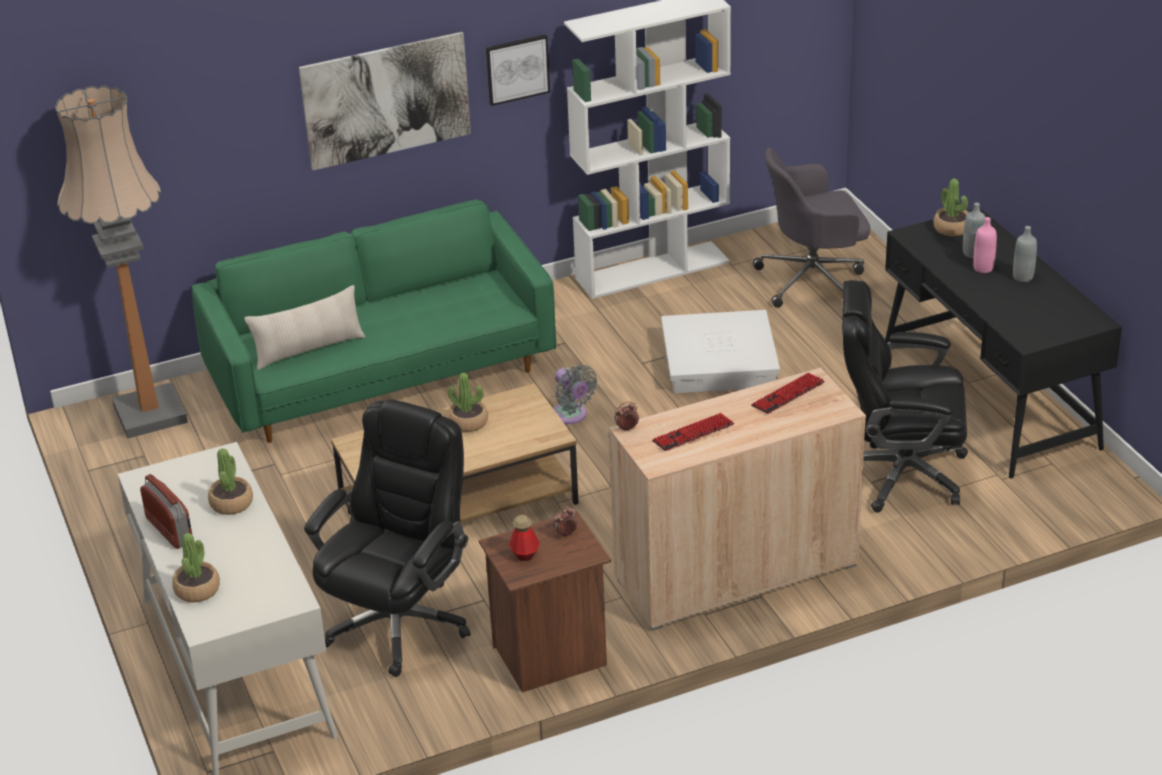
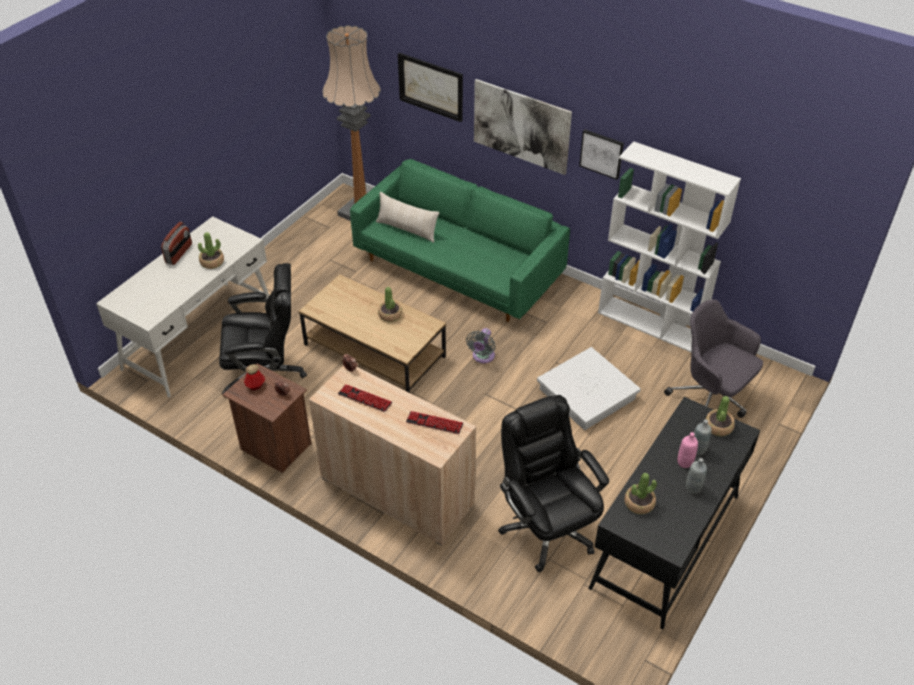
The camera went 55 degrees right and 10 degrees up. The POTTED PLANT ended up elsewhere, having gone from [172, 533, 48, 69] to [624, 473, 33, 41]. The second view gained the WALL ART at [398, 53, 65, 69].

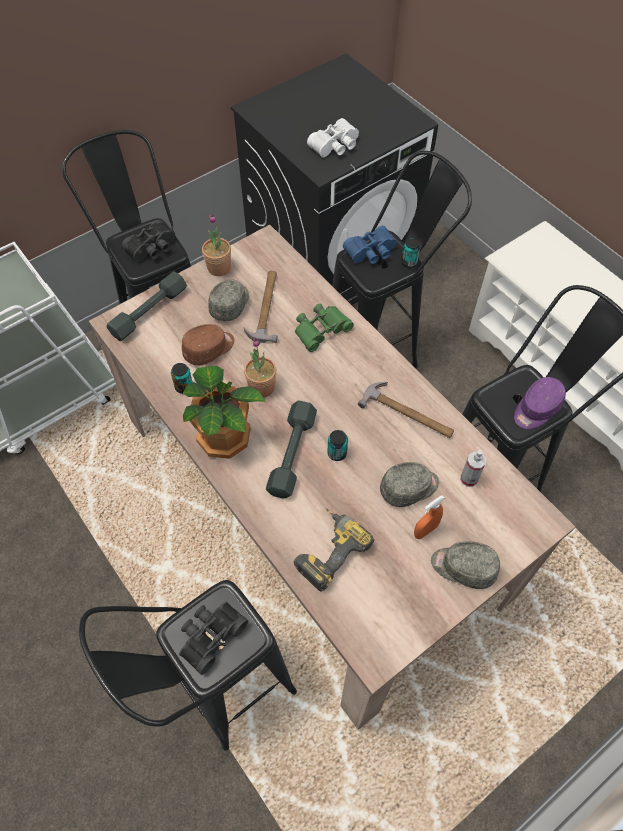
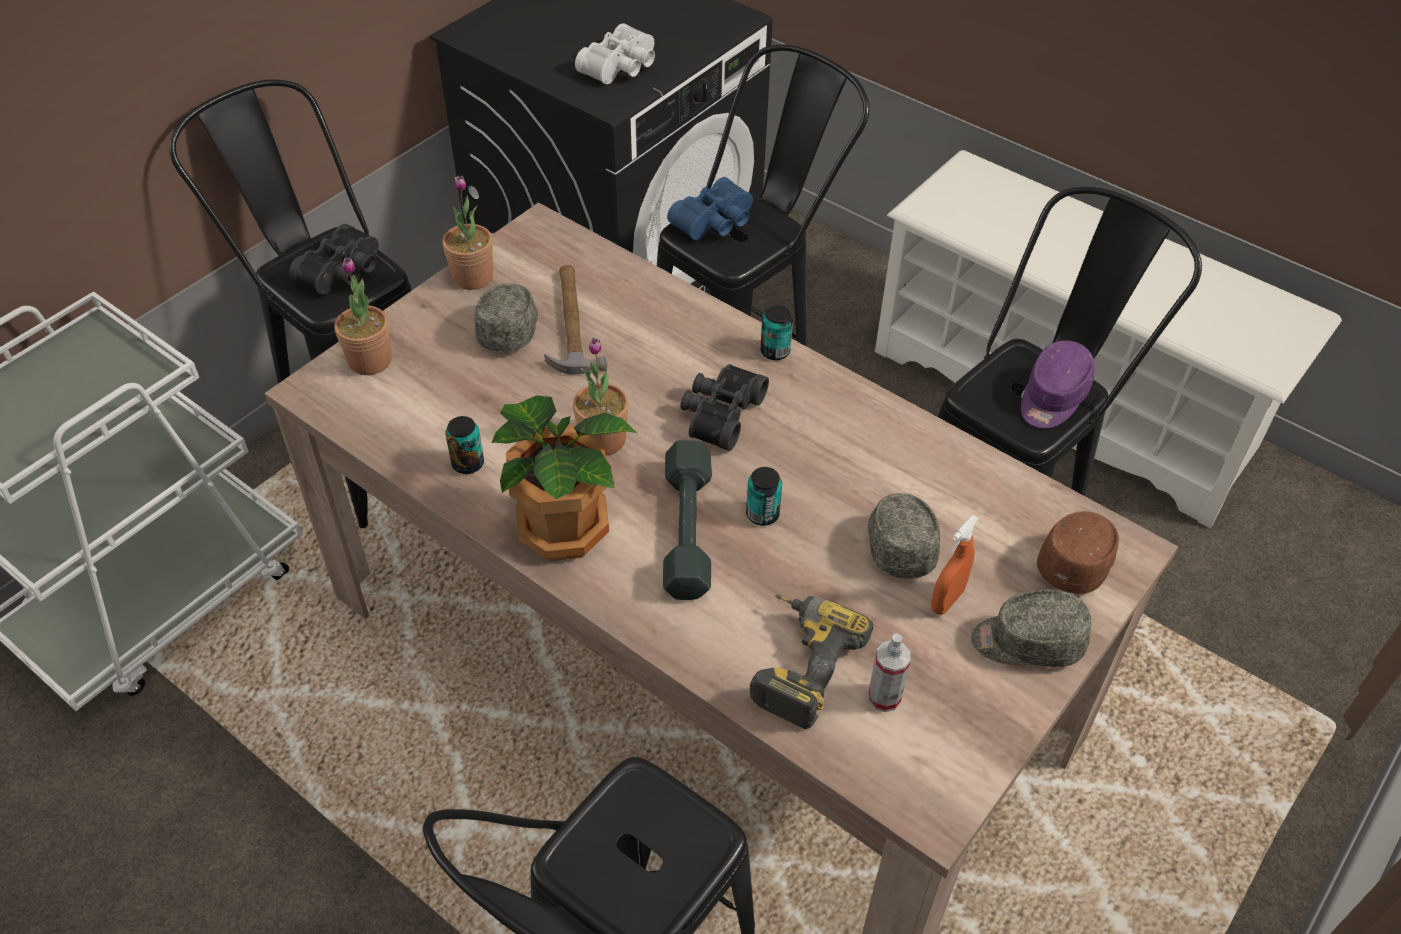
The camera went 15 degrees left and 10 degrees down. Where the GREYISH HAND WEIGHT stood at [106, 271, 81, 70], the POTTED PLANT came to stand at [334, 257, 58, 118]. The BLACK BINOCULARS ended up elsewhere, having gone from [179, 602, 69, 73] to [680, 364, 89, 87]. The BROWN CAP ended up elsewhere, having gone from [182, 324, 53, 42] to [1037, 511, 82, 83]. The second view lost the GREEN BINOCULARS at [295, 304, 59, 48]. The second view lost the TOOL HAMMER at [358, 382, 96, 56]. The GREYISH CAP at [380, 462, 59, 45] ended up facing another way, 60 degrees counterclockwise from before. The CAN ended up elsewhere, having gone from [401, 238, 19, 30] to [760, 305, 33, 55]. The HAND SPRAYER ended up elsewhere, having gone from [460, 450, 26, 37] to [868, 633, 43, 79].

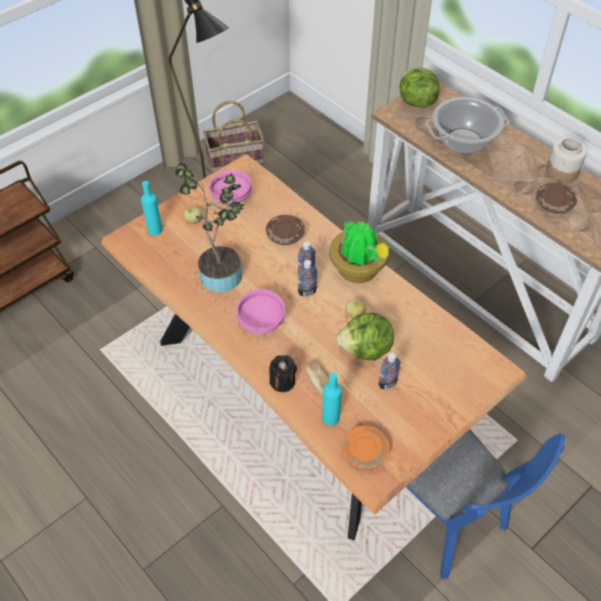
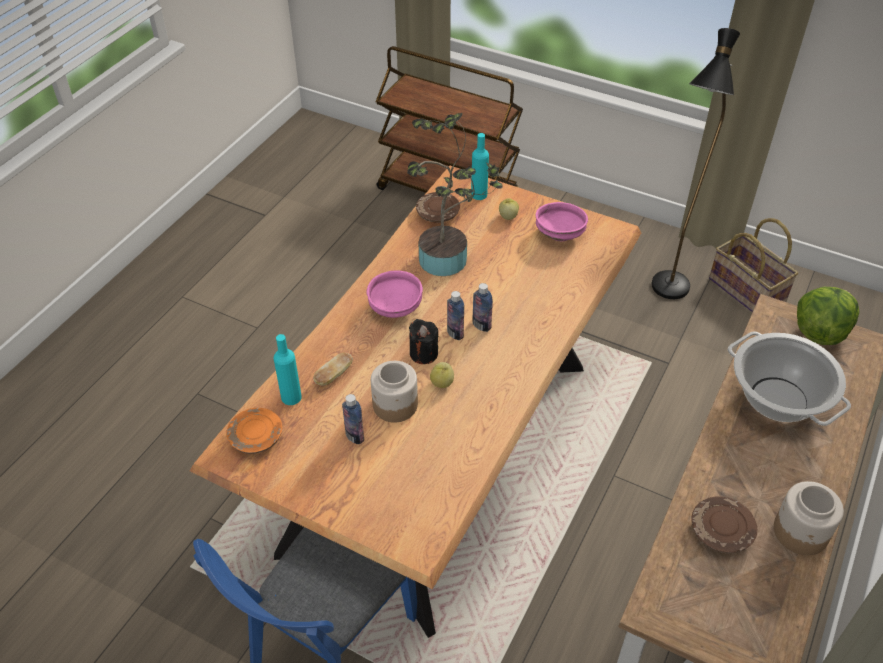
The camera went 70 degrees right and 5 degrees down. The BROWN DINNER PLATE ended up elsewhere, having gone from [266, 215, 39, 30] to [416, 192, 44, 31]. The BLACK WAX LIGHT ended up elsewhere, having gone from [269, 355, 28, 37] to [409, 319, 30, 45]. The second view lost the POTTED PLANT at [329, 218, 60, 65]. Where the HEAD OF LETTUCE stood at [337, 312, 57, 49], the PRESERVE JAR came to stand at [371, 361, 47, 62].

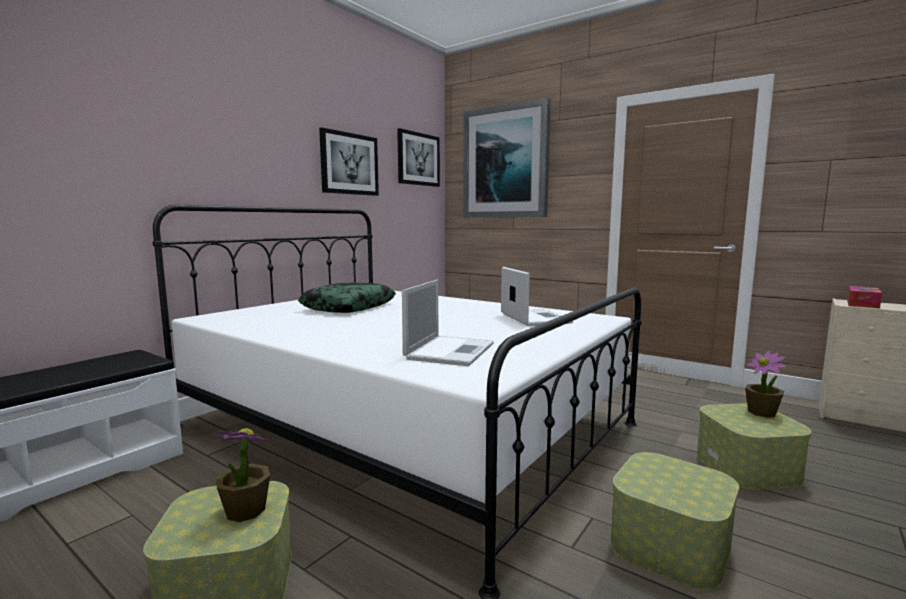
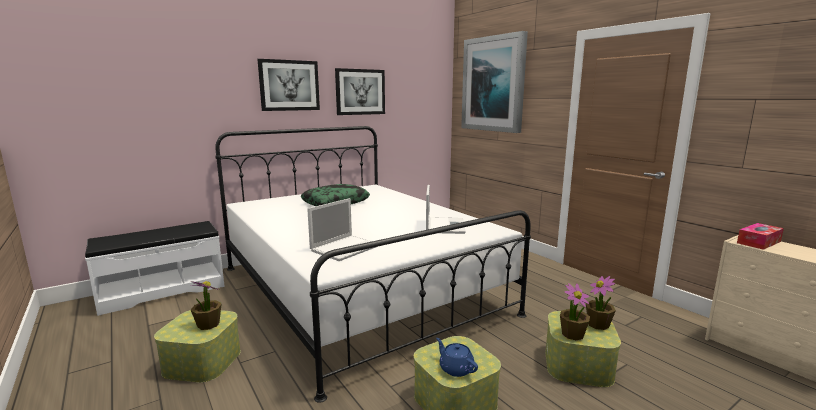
The camera went 20 degrees right and 5 degrees up. The WALL ART ended up elsewhere, having gone from [397, 128, 43, 59] to [258, 59, 62, 52]. The second view gained the BLUE-COLOURED TEA POT at [436, 338, 42, 39]. The second view gained the POTTED PLANT at [560, 283, 30, 57].

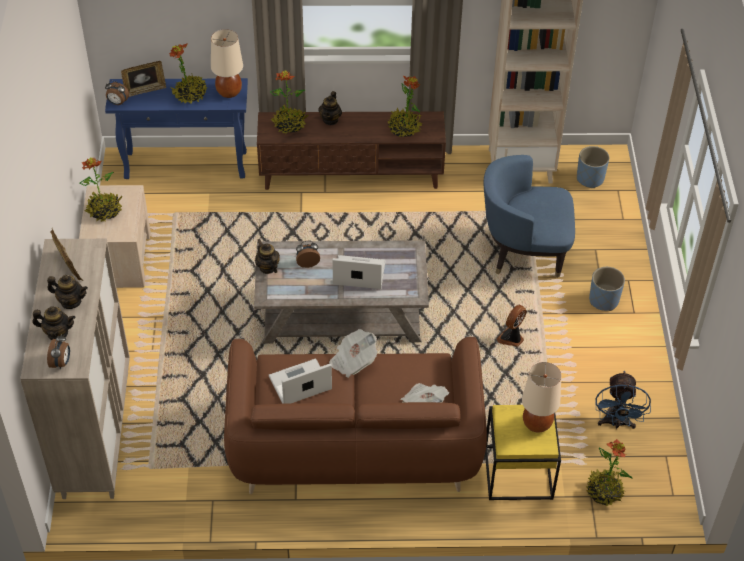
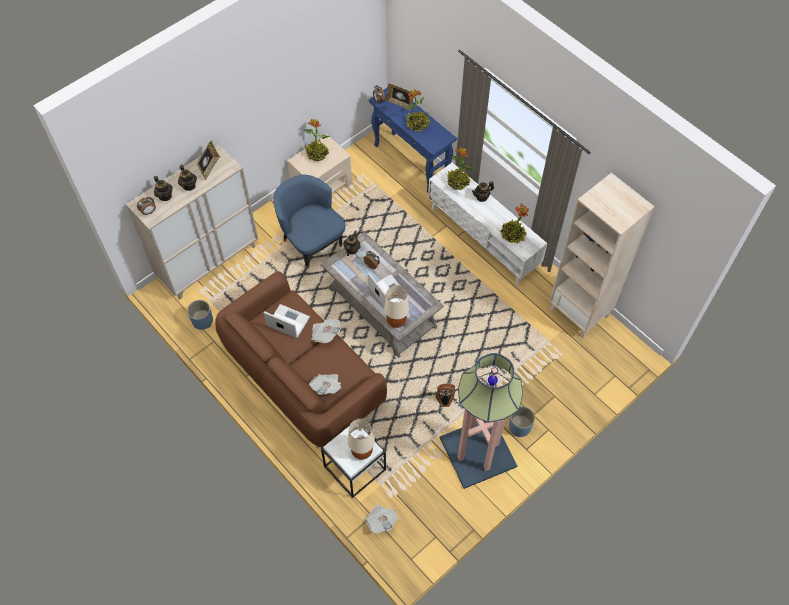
The camera went 50 degrees right and 10 degrees up. The BEIGE TABLE LAMP ended up elsewhere, having gone from [211, 29, 32, 69] to [384, 285, 25, 43]. What was the BROWN TV UNIT at [257, 111, 189, 79] turned into the WHITISH TV UNIT at [428, 162, 120, 123]. The BLUE-COLOURED LOUNGE CHAIR ended up elsewhere, having gone from [483, 155, 92, 123] to [273, 174, 72, 94]. What was the YELLOW-COLOURED SIDE TABLE at [485, 405, 76, 95] turned into the WHITISH SIDE TABLE at [321, 425, 65, 73]. The BLUE-COLOURED PLANT POT ended up elsewhere, having gone from [577, 146, 32, 42] to [187, 300, 26, 30]. Where the POTTED PLANT stood at [586, 439, 47, 67], the NEWSPAPER came to stand at [365, 504, 33, 29]. The second view lost the BLUE-COLOURED COOLING FAN at [595, 371, 56, 58]. The second view gained the STANDING LAMP at [440, 353, 83, 136].

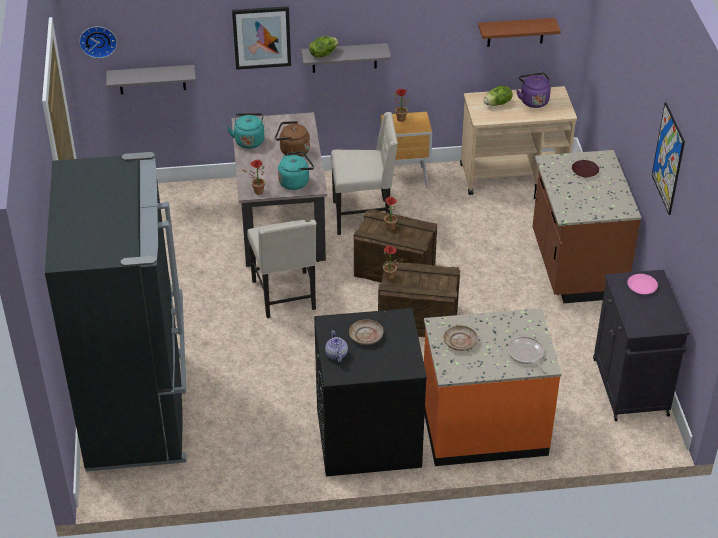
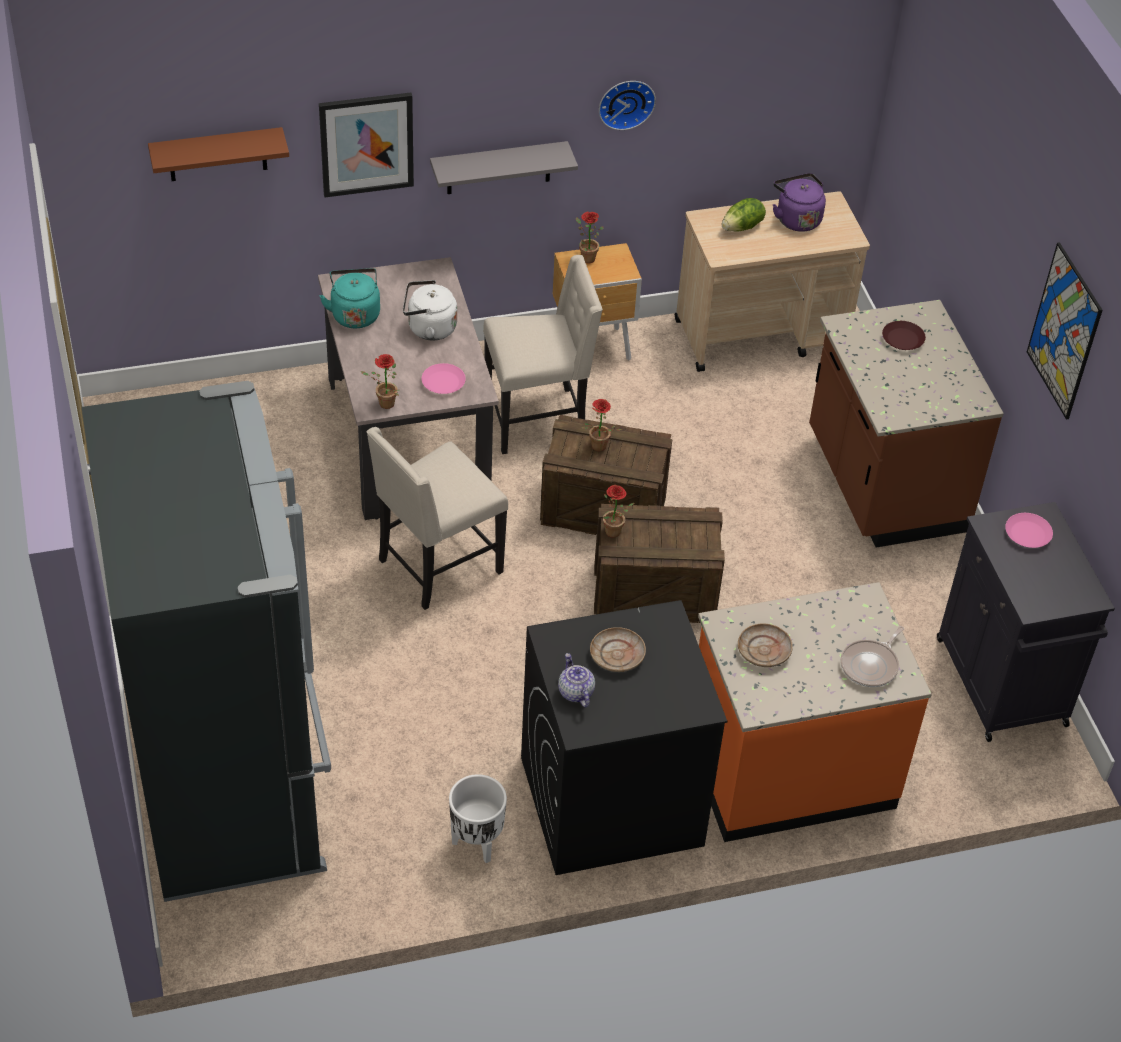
The camera went 10 degrees left and 5 degrees up. The WALL CLOCK ended up elsewhere, having gone from [79, 26, 38, 32] to [599, 81, 57, 49]. The second view lost the GREYISH BRACKET SHELF at [106, 65, 90, 29]. The BEIGE PLAIN CHAIR at [247, 220, 69, 98] ended up facing another way, 75 degrees clockwise from before. What was the BROWN WATER KETTLE at [275, 121, 35, 36] turned into the WHITISH WATER KETTLE at [403, 280, 54, 60]. Where the TURQUOISE WATER KETTLE stood at [278, 151, 36, 39], the PINKISH DINNER PLATE came to stand at [422, 363, 44, 31]. The second view lost the HEAD OF LETTUCE at [309, 36, 30, 22]. The BROWN BRACKET SHELF ended up elsewhere, having gone from [478, 18, 83, 29] to [148, 127, 141, 54]. The FRYING PAN at [507, 336, 40, 37] ended up facing another way, 105 degrees counterclockwise from before. The second view gained the WHITISH PLANT POT at [449, 774, 58, 89].

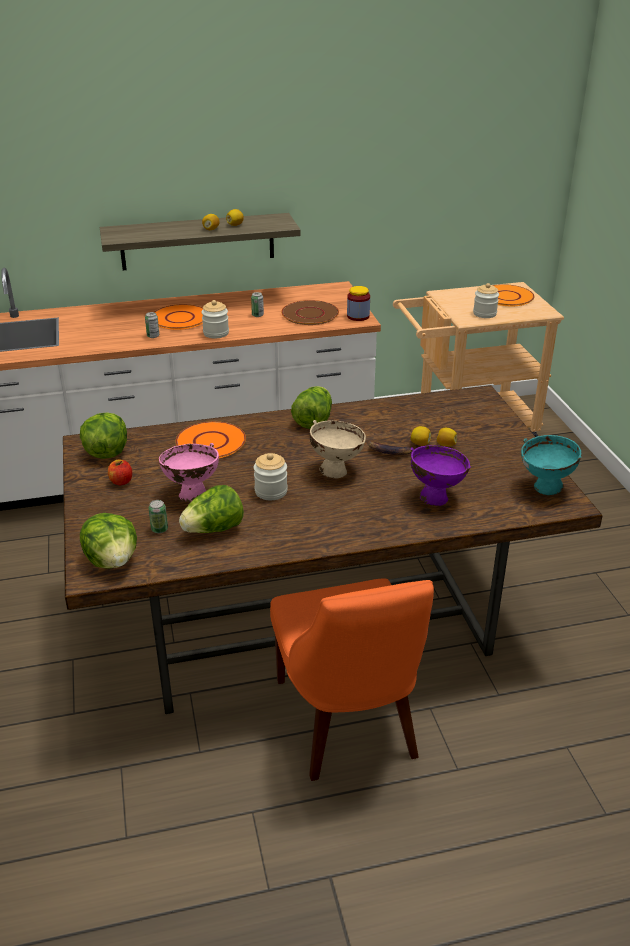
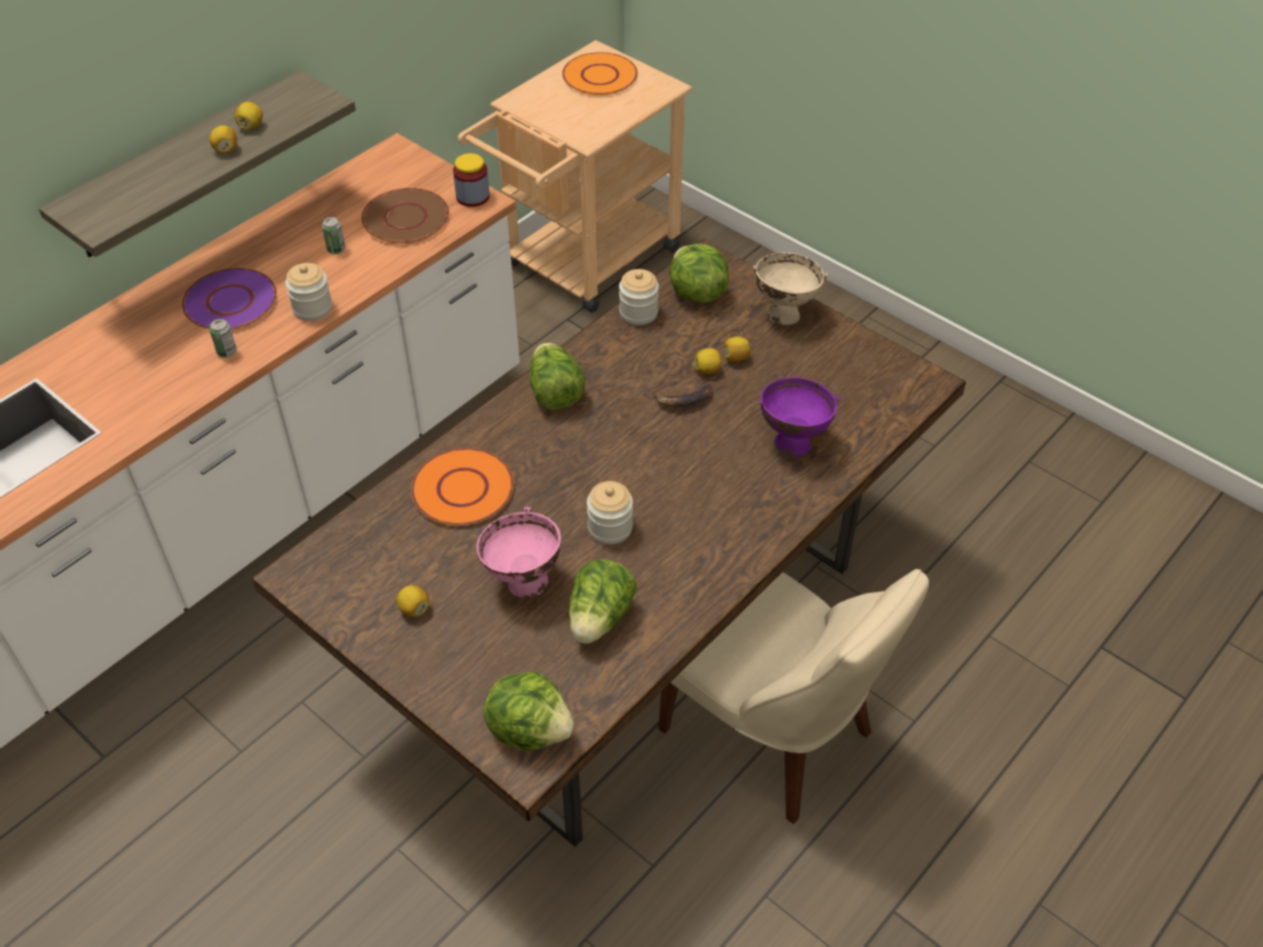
The camera went 35 degrees left and 15 degrees up. The HEAD OF LETTUCE ended up elsewhere, having gone from [80, 413, 47, 46] to [669, 244, 60, 59]. Where the APPLE stood at [108, 460, 24, 25], the WHOLE LEMON came to stand at [396, 585, 33, 32]. The second view lost the CAN at [149, 500, 19, 33]. What was the ORANGE DINNER PLATE at [154, 304, 49, 26] turned into the PURPLISH DINNER PLATE at [182, 268, 95, 62]. What was the ORANGE PLAIN CHAIR at [270, 578, 164, 203] turned into the BEIGE PLAIN CHAIR at [658, 569, 271, 255]. The BEIGE SERVING BOWL ended up elsewhere, having gone from [310, 420, 56, 58] to [753, 252, 75, 73]. The PRESERVE JAR ended up elsewhere, having gone from [473, 283, 26, 35] to [619, 269, 40, 56]. The second view lost the TURQUOISE SERVING BOWL at [521, 435, 61, 60].

